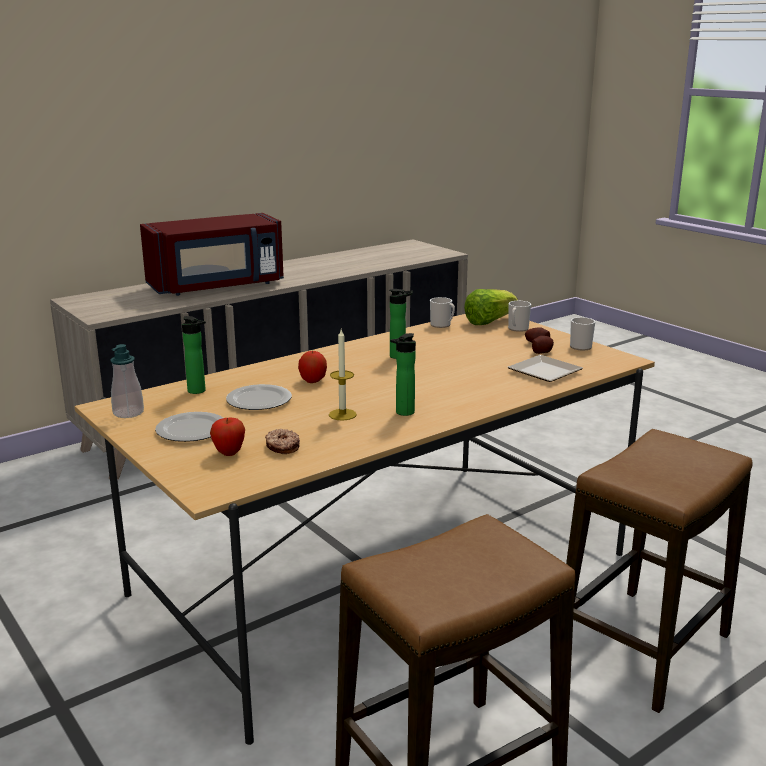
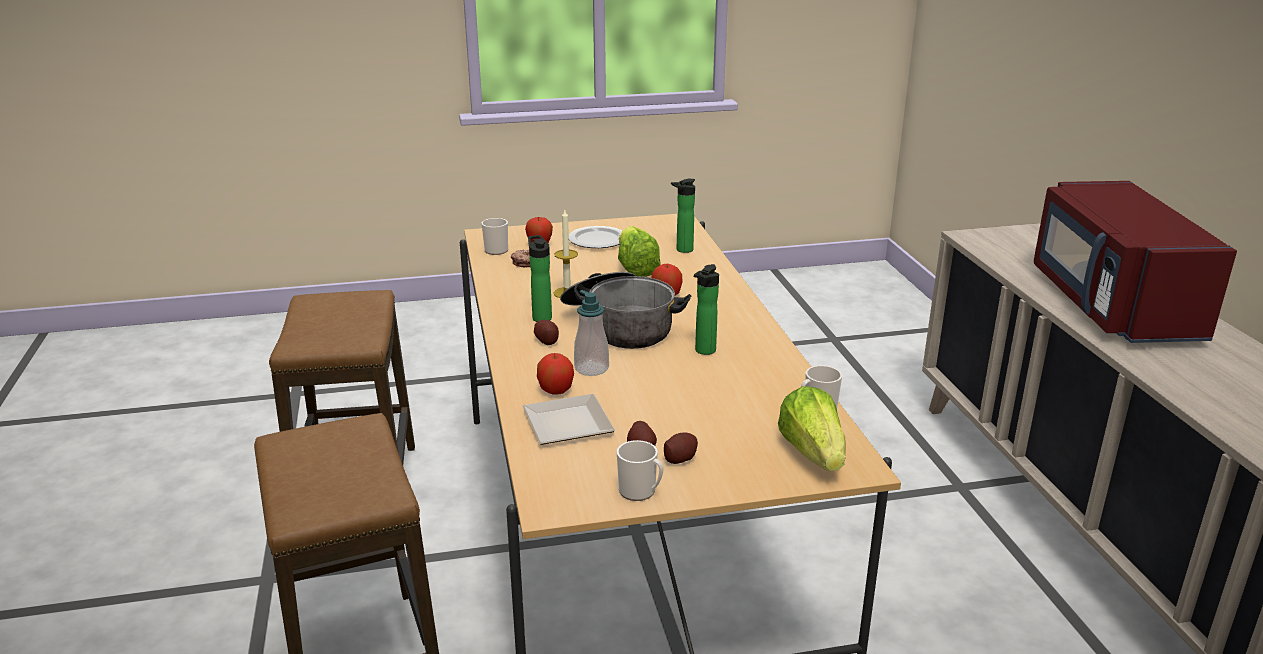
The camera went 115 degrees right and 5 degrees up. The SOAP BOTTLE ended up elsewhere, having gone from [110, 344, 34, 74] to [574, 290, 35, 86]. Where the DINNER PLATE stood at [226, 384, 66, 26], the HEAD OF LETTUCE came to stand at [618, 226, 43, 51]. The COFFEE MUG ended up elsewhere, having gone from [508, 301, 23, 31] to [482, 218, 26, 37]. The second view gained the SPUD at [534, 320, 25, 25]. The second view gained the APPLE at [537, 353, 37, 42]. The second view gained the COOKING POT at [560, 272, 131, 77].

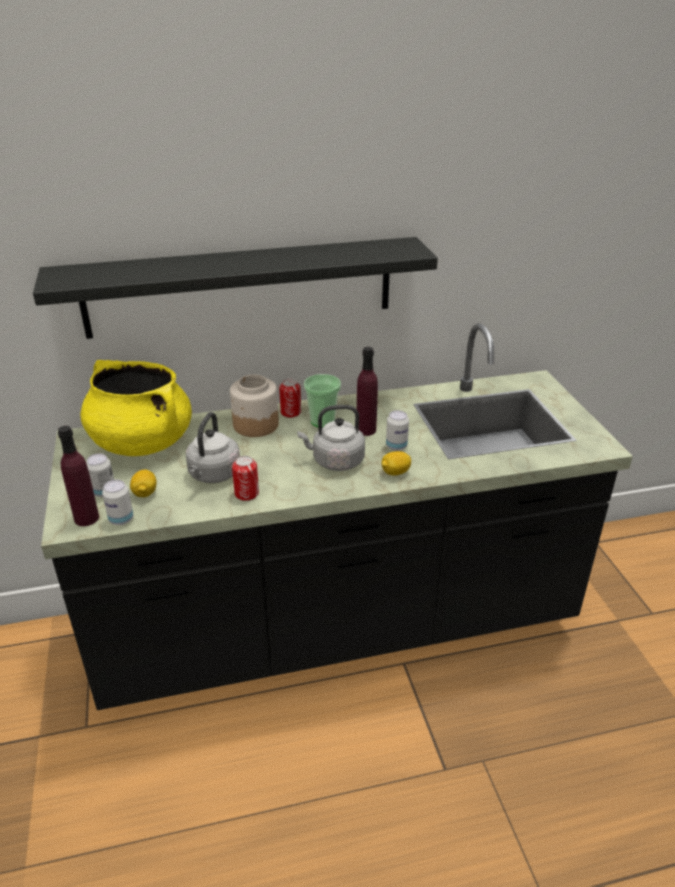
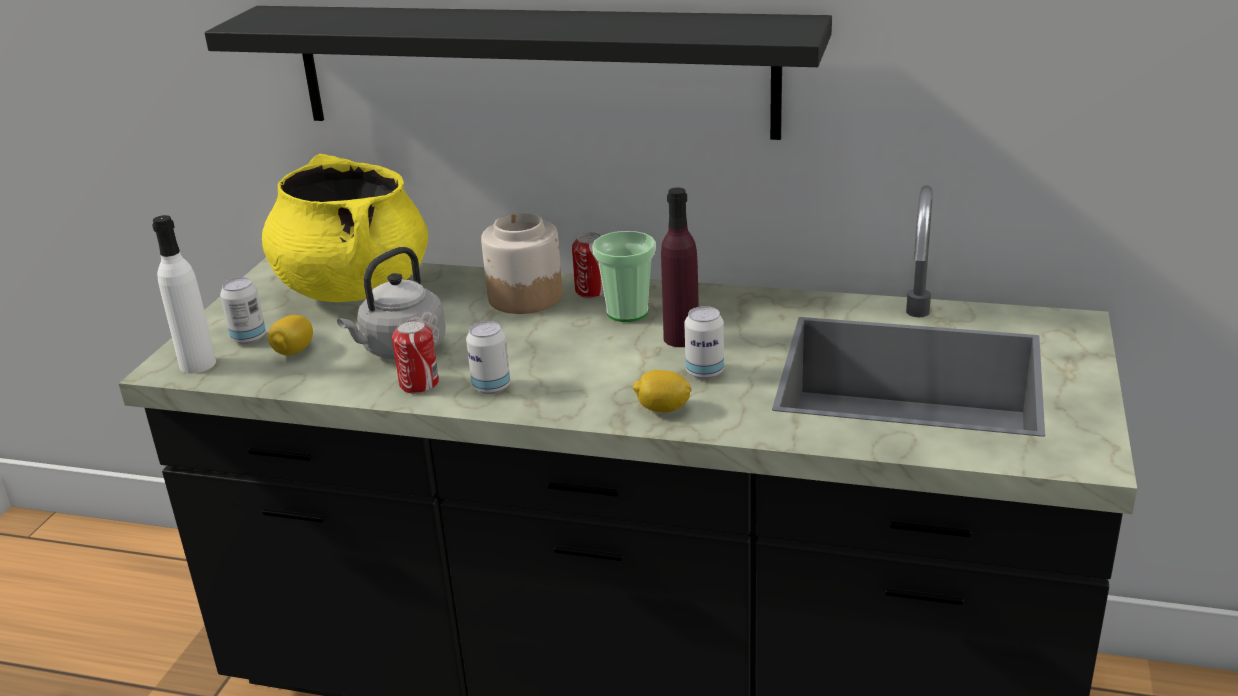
The camera went 30 degrees right and 5 degrees down. What was the PURPLISH BOTTLE at [58, 426, 41, 100] turned into the WHITISH BOTTLE at [152, 215, 64, 158]. The CAN ended up elsewhere, having gone from [102, 479, 32, 46] to [466, 321, 44, 73]. The second view lost the GREYISH WATER KETTLE at [297, 405, 68, 66].

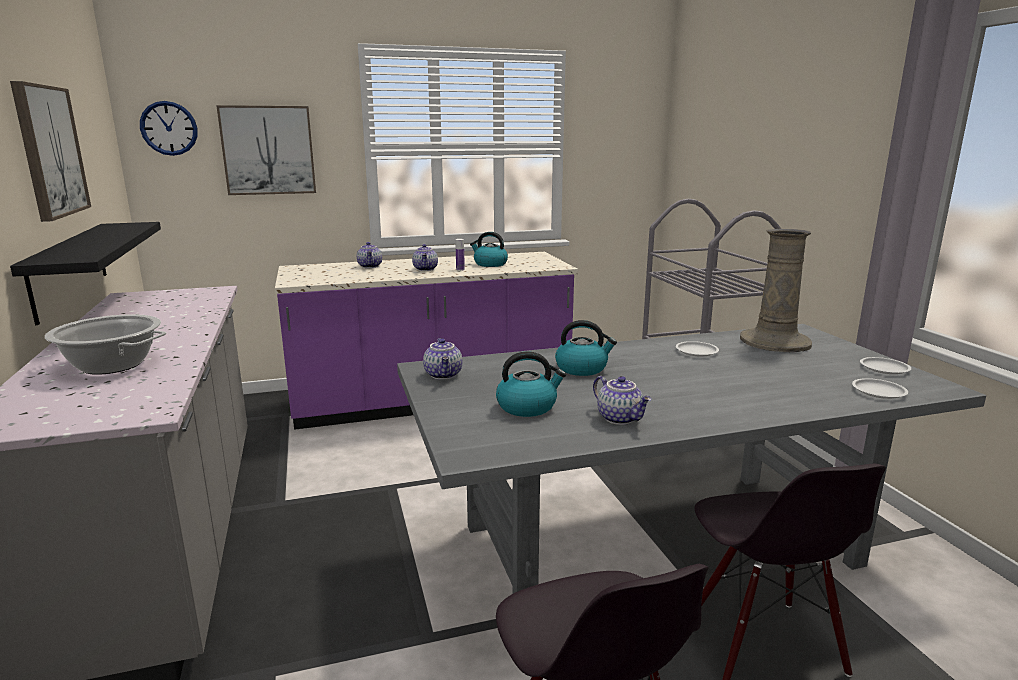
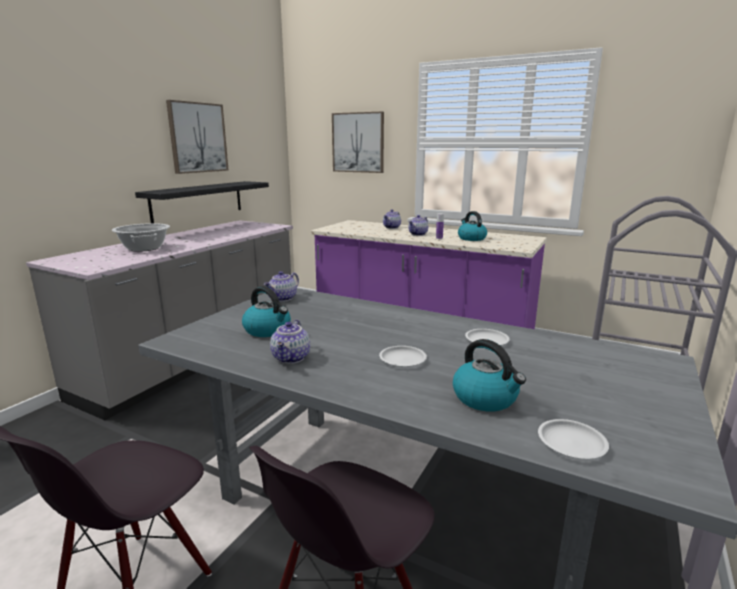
The camera went 45 degrees right and 0 degrees up. The second view lost the WALL CLOCK at [140, 101, 58, 55]. The WATER KETTLE ended up elsewhere, having gone from [555, 320, 62, 56] to [453, 339, 73, 72]. The second view lost the BEIGE DECORATIVE VASE at [740, 229, 72, 123]. The WHITISH DINNER PLATE ended up elsewhere, having gone from [860, 357, 51, 17] to [379, 346, 48, 21].

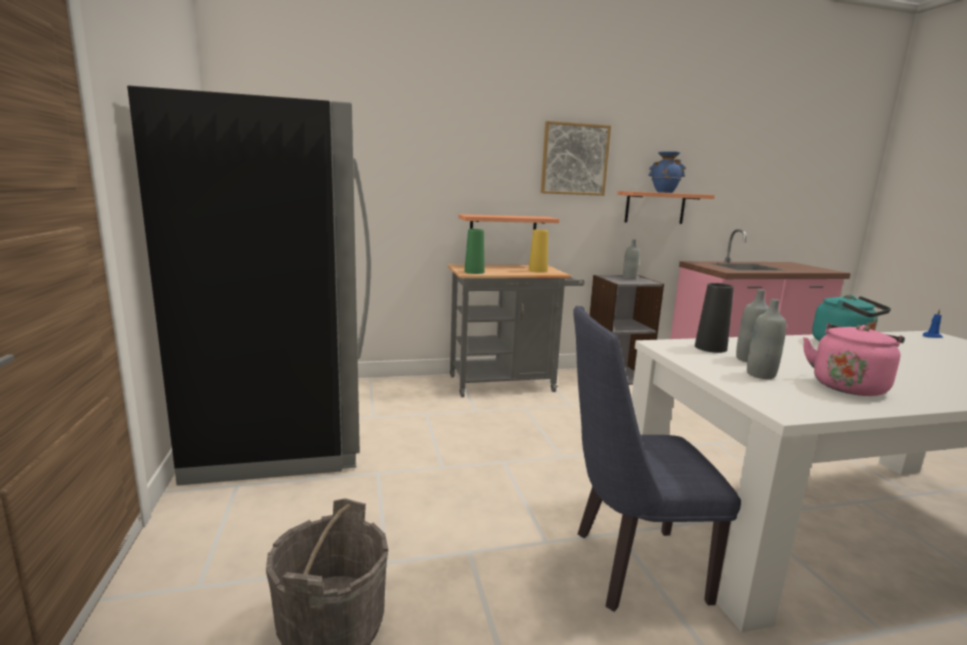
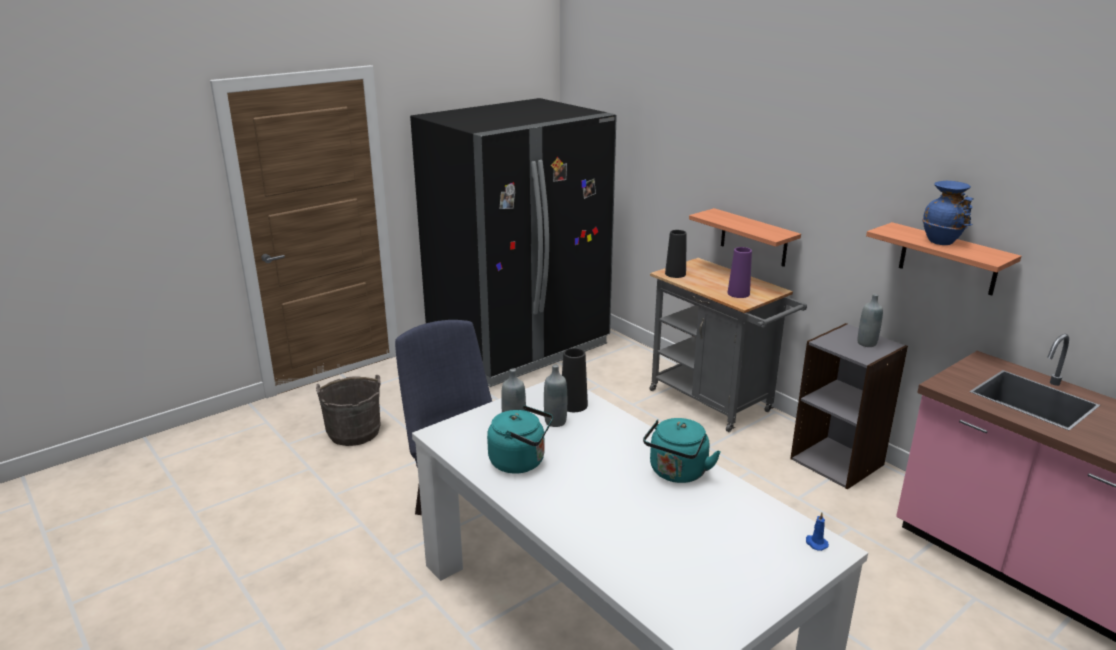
The camera went 65 degrees right and 10 degrees up. What was the GREEN DECORATIVE VASE at [464, 229, 20, 45] turned into the BLACK DECORATIVE VASE at [665, 230, 22, 48]. What was the YELLOW-COLOURED DECORATIVE VASE at [529, 230, 19, 43] turned into the PURPLISH DECORATIVE VASE at [728, 247, 24, 51]. The second view lost the WALL ART at [541, 121, 70, 75]. What was the PINKISH WATER KETTLE at [803, 323, 102, 73] turned into the TURQUOISE WATER KETTLE at [487, 405, 66, 69].

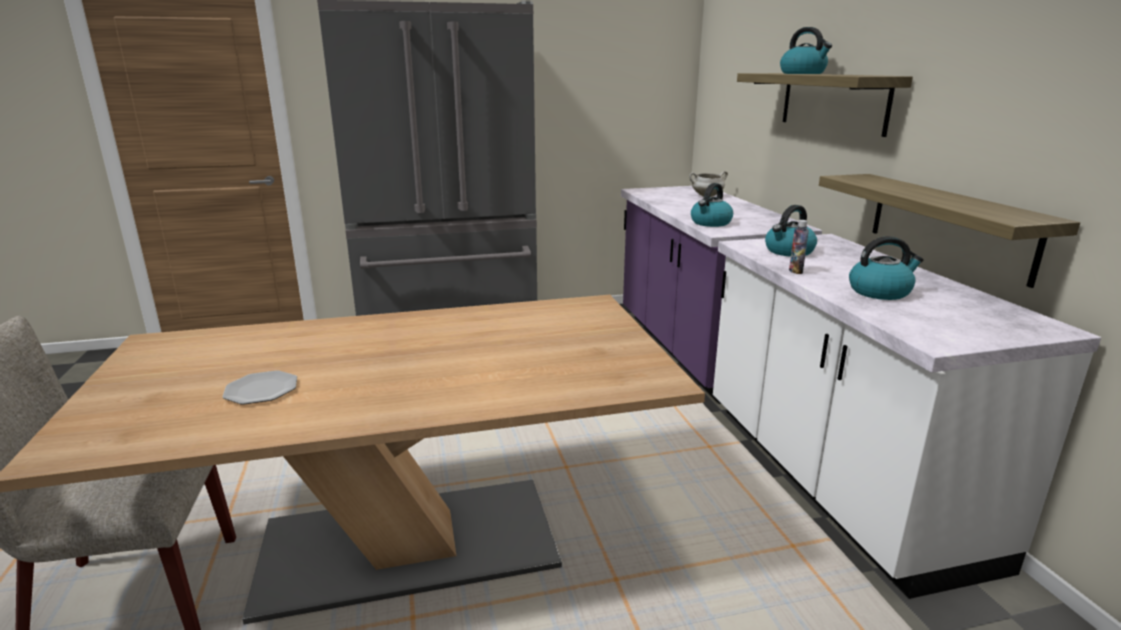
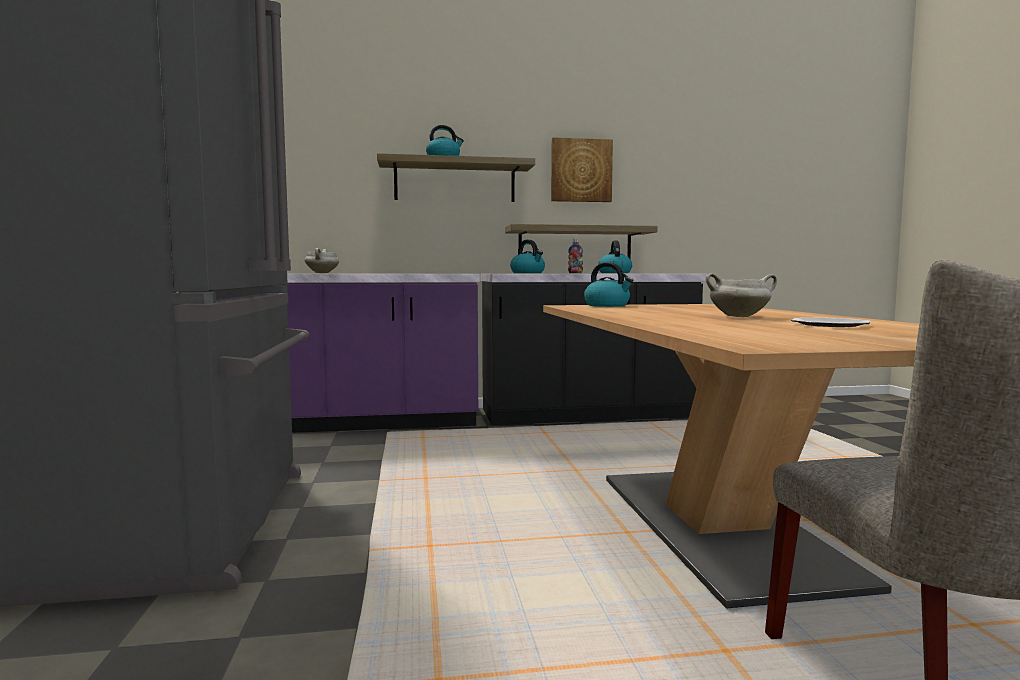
The camera went 85 degrees left and 15 degrees down. The WATER KETTLE ended up elsewhere, having gone from [691, 183, 42, 44] to [584, 262, 49, 45]. What was the WHITISH KITCHEN BASE UNIT at [713, 234, 388, 365] turned into the BLACK KITCHEN BASE UNIT at [481, 274, 226, 151]. The second view gained the WALL ART at [551, 137, 62, 65]. The second view gained the WHITISH COOKING POT at [705, 273, 72, 44].

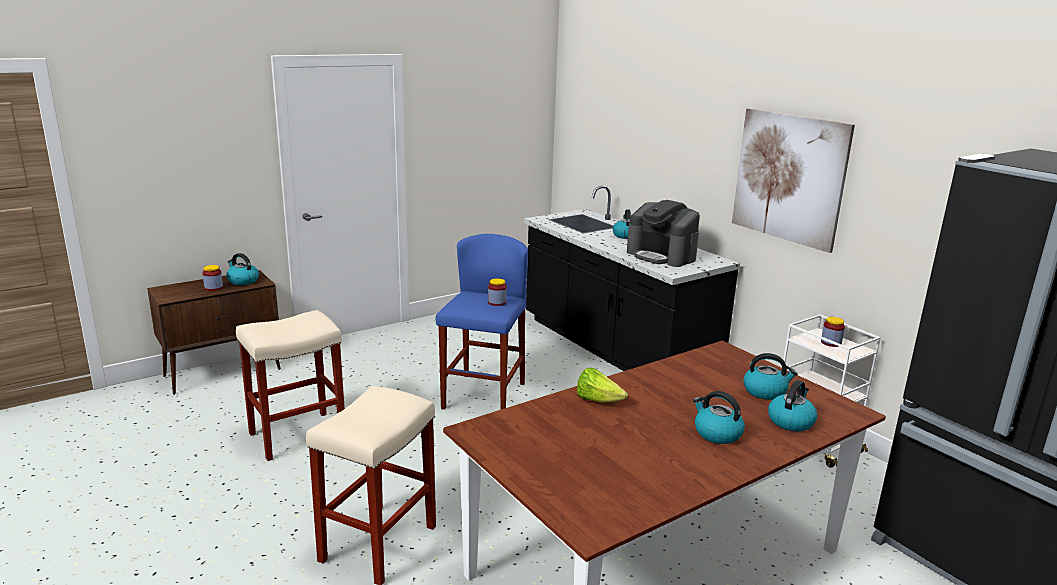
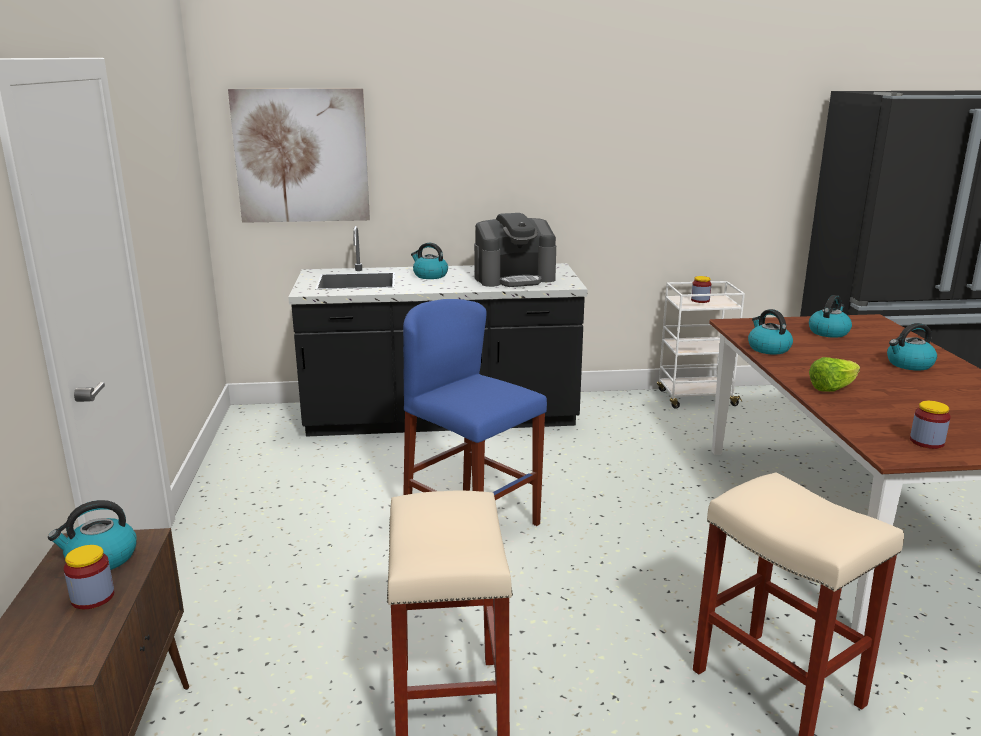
The camera went 60 degrees left and 0 degrees up. The PRESERVE JAR ended up elsewhere, having gone from [488, 278, 19, 28] to [910, 401, 41, 48]. The WALL ART ended up elsewhere, having gone from [732, 108, 123, 145] to [228, 88, 142, 135]. The WATER KETTLE ended up elsewhere, having gone from [768, 380, 49, 51] to [748, 309, 45, 45].

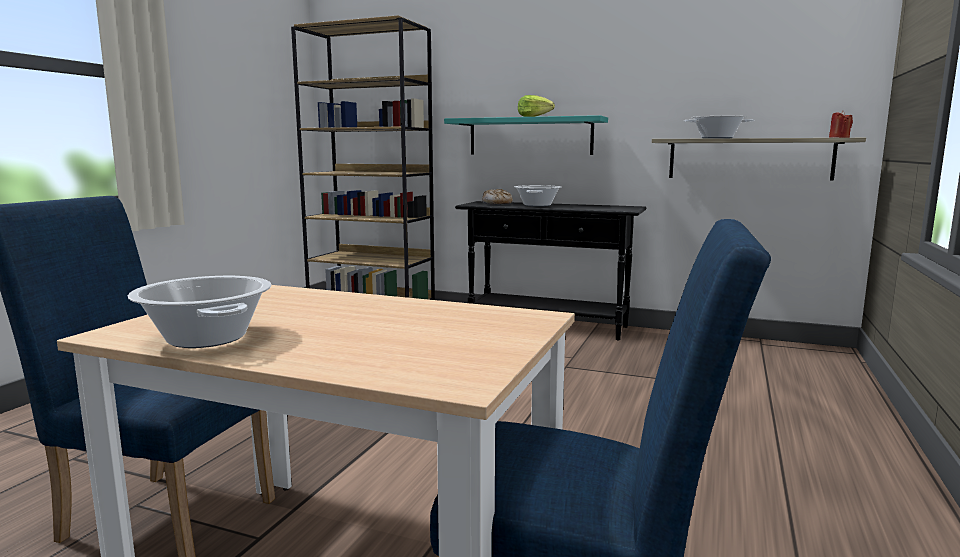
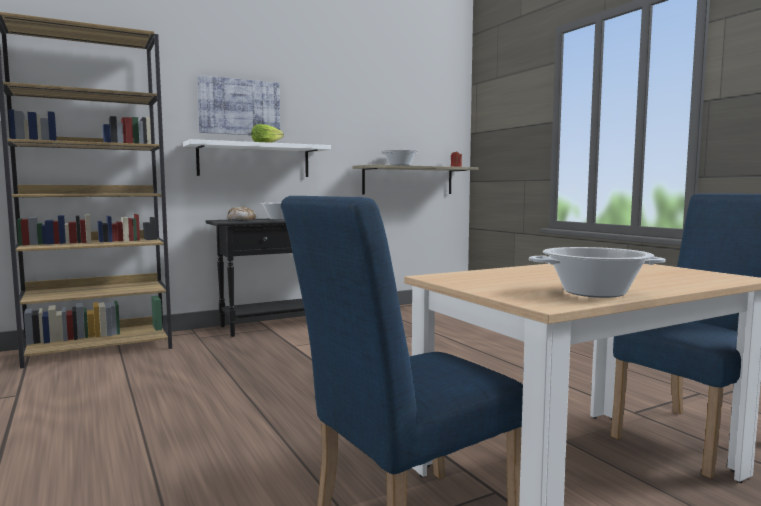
The camera went 50 degrees left and 5 degrees down. What was the TURQUOISE BRACKET SHELF at [444, 115, 164, 40] turned into the WHITISH BRACKET SHELF at [183, 139, 148, 38]. The second view gained the WALL ART at [197, 75, 83, 60].

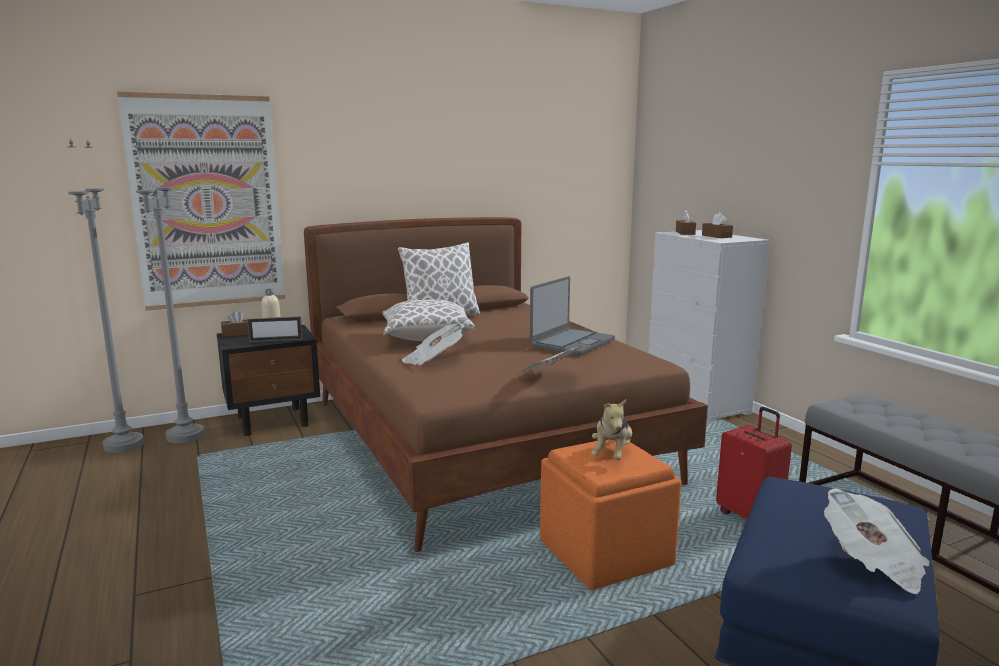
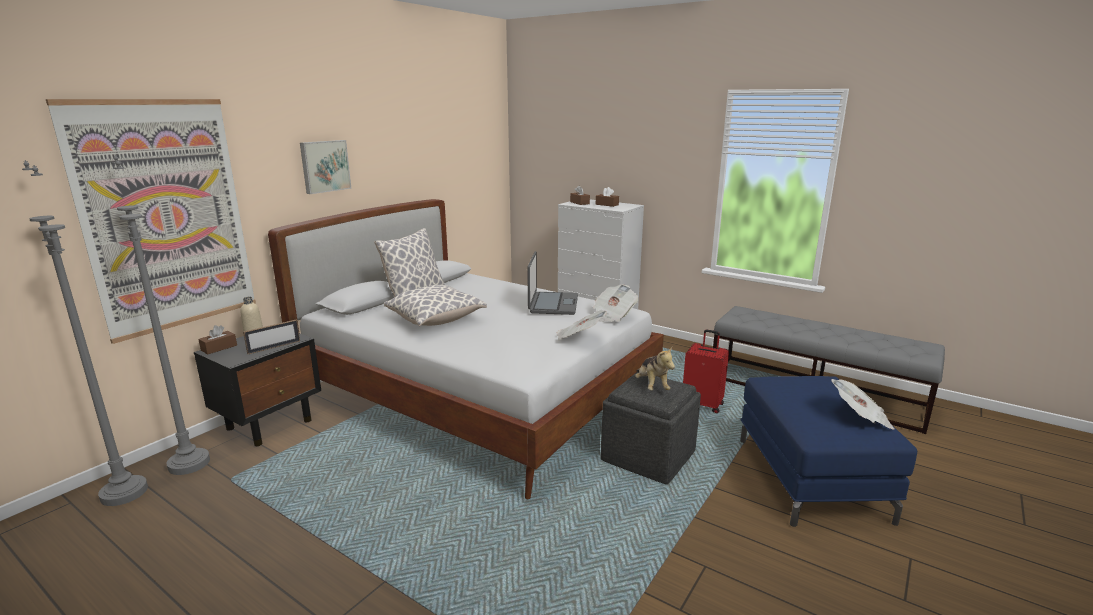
The camera went 30 degrees left and 5 degrees up. What was the BROWN BEDROOM BED at [304, 217, 404, 335] turned into the WHITISH BEDROOM BED at [268, 199, 396, 300]. The NEWSPAPER ended up elsewhere, having gone from [402, 323, 63, 43] to [593, 284, 45, 38]. What was the ORANGE FOOTREST at [540, 439, 142, 151] turned into the GREYISH FOOTREST at [601, 372, 100, 112]. The second view gained the WALL ART at [300, 140, 51, 54].

